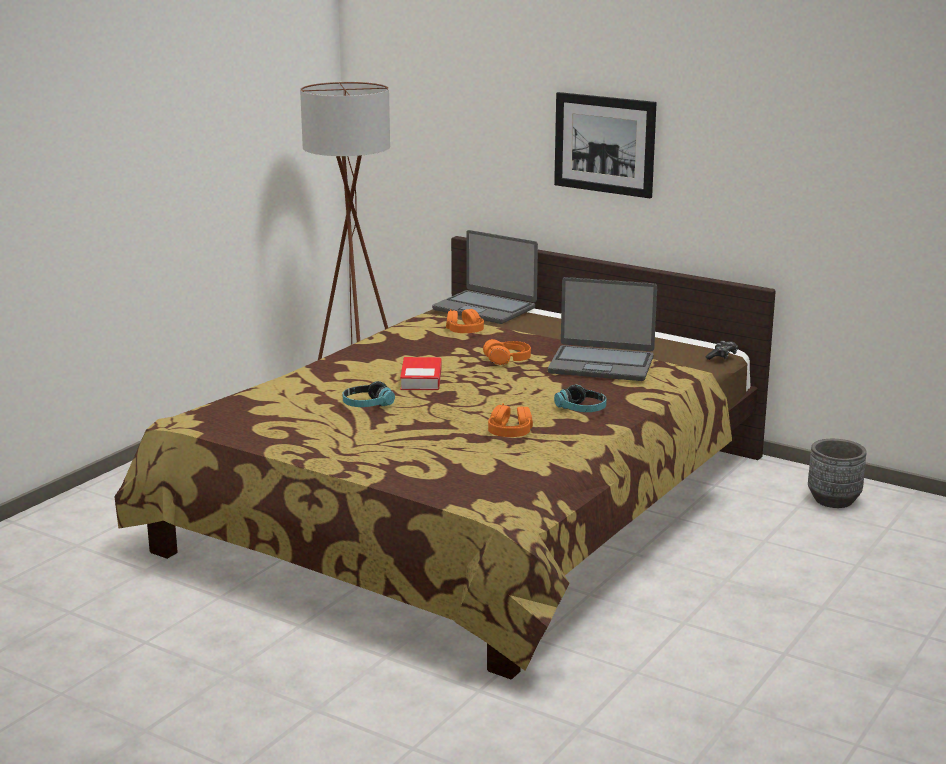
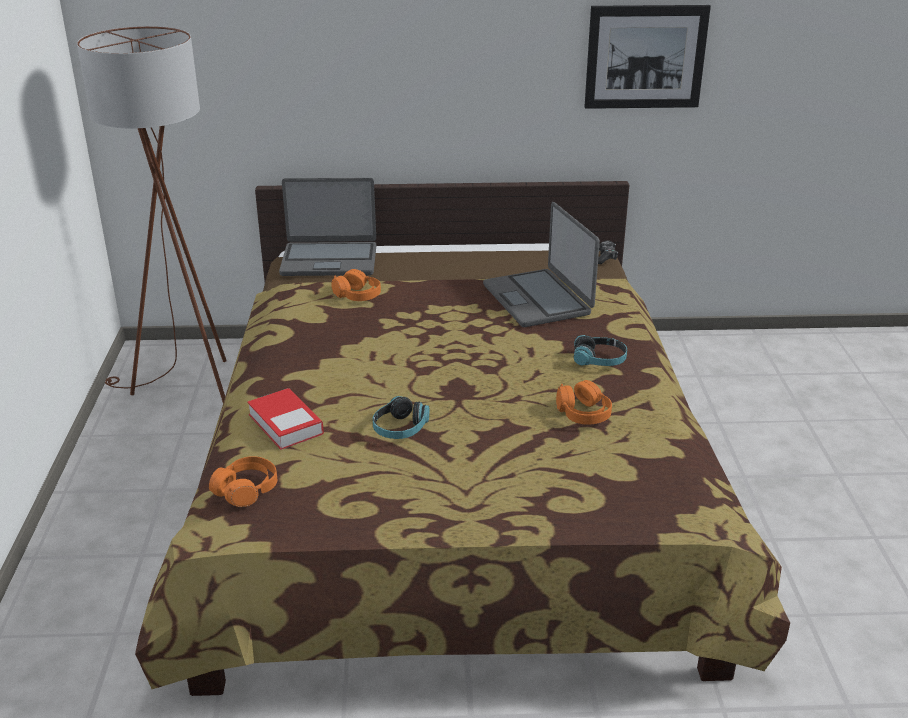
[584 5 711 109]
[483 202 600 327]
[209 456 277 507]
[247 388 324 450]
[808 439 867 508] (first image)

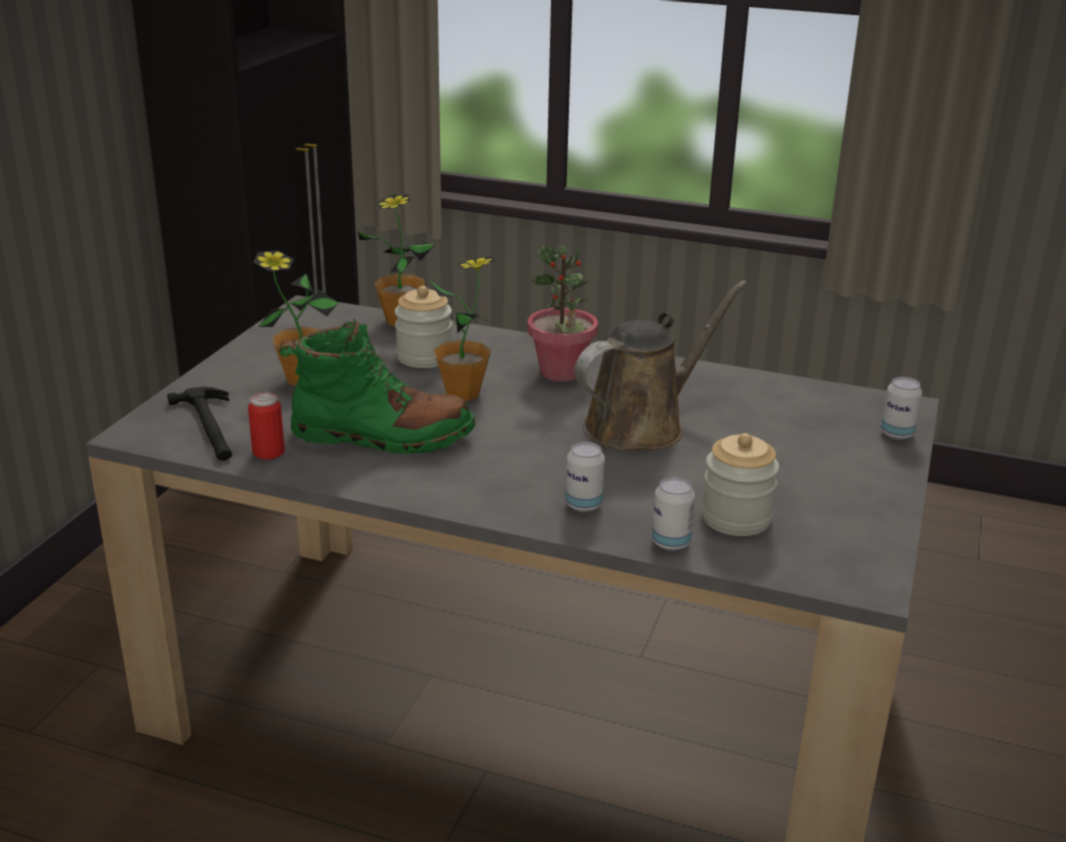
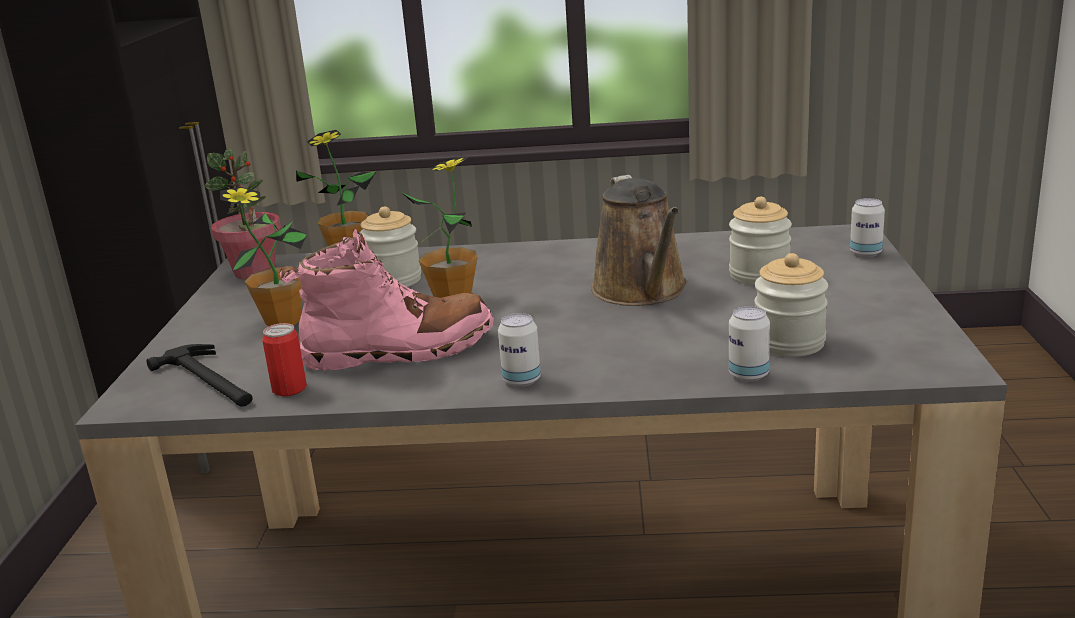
[205 149 281 280]
[591 175 687 306]
[279 229 494 373]
[498 313 541 387]
[729 197 792 285]

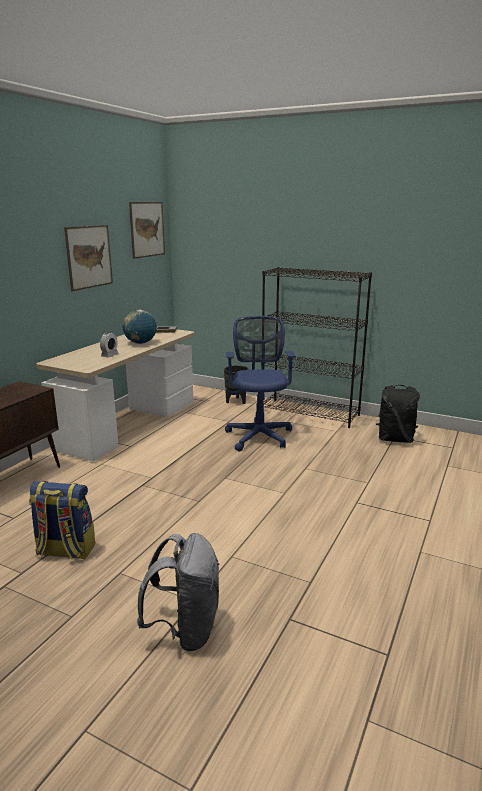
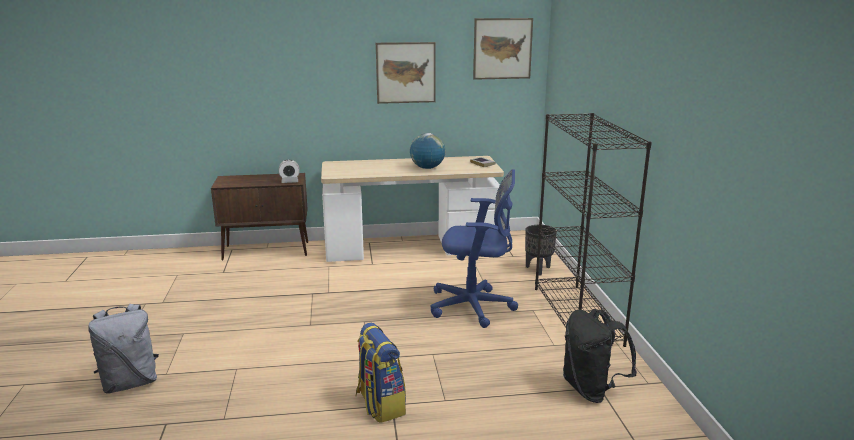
[431 169 518 328]
[278 160 300 183]
[355 323 406 423]

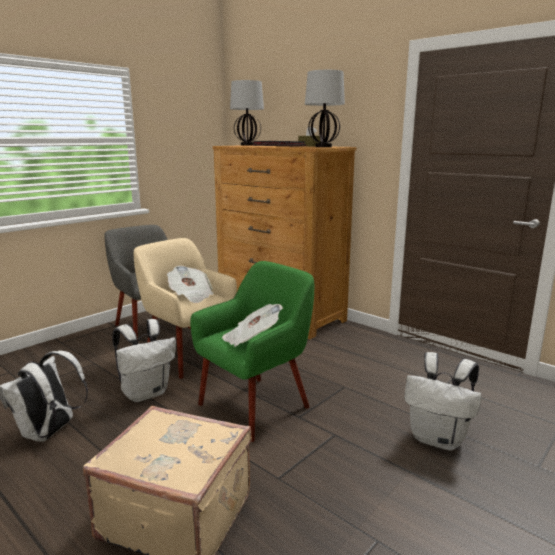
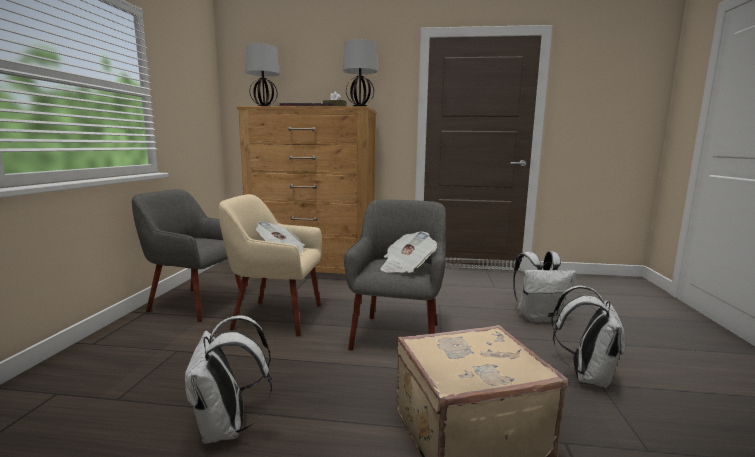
[344 199 446 351]
[551 286 625 388]

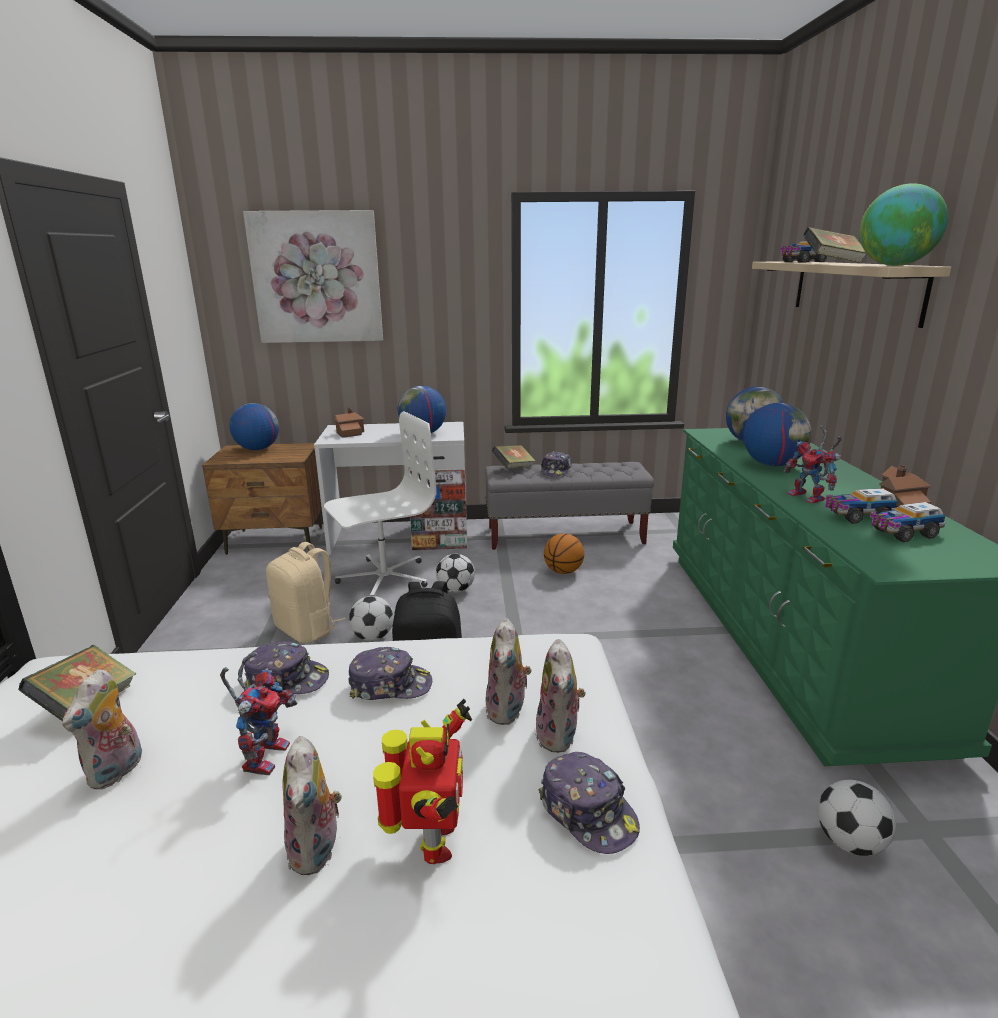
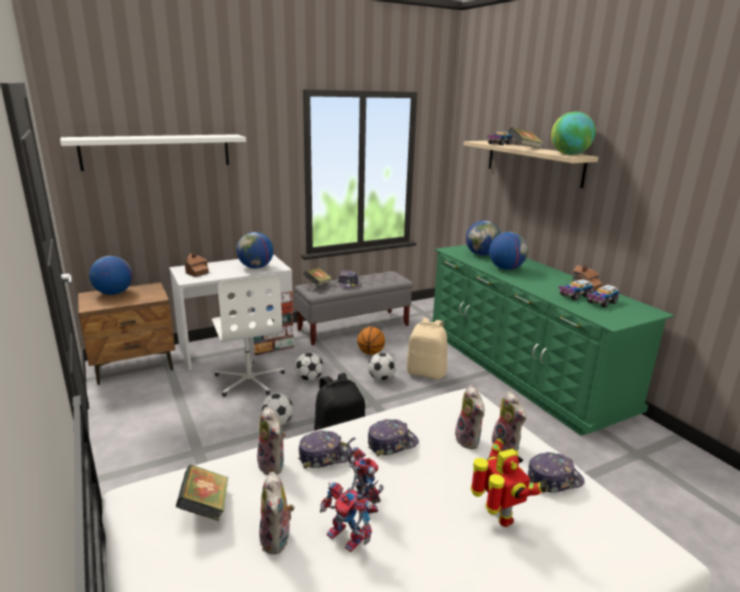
[60 134 246 171]
[212 274 285 397]
[320 463 373 552]
[407 318 447 379]
[257 407 286 475]
[528 452 585 493]
[368 353 396 381]

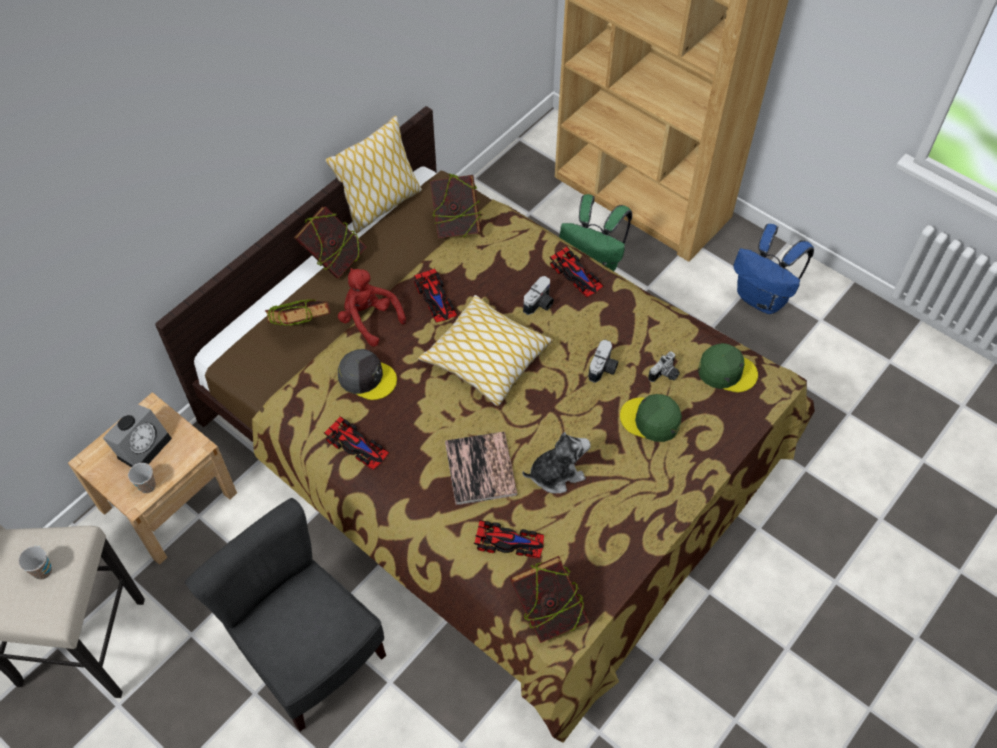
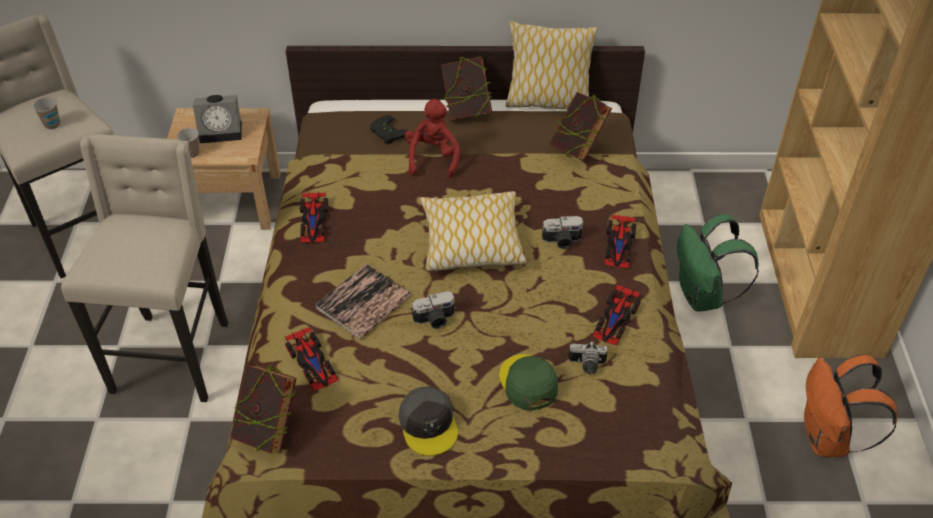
[804 355 897 457]
[592 285 641 345]
[370 115 409 144]
[412 291 455 329]
[698 343 758 392] (first image)
[399 386 458 456]
[522 432 591 493] (first image)
[61 134 228 402]

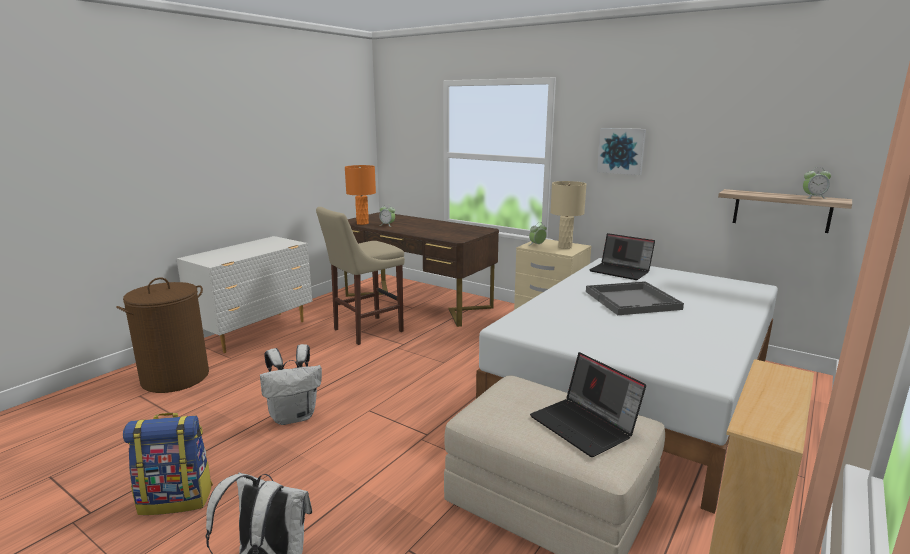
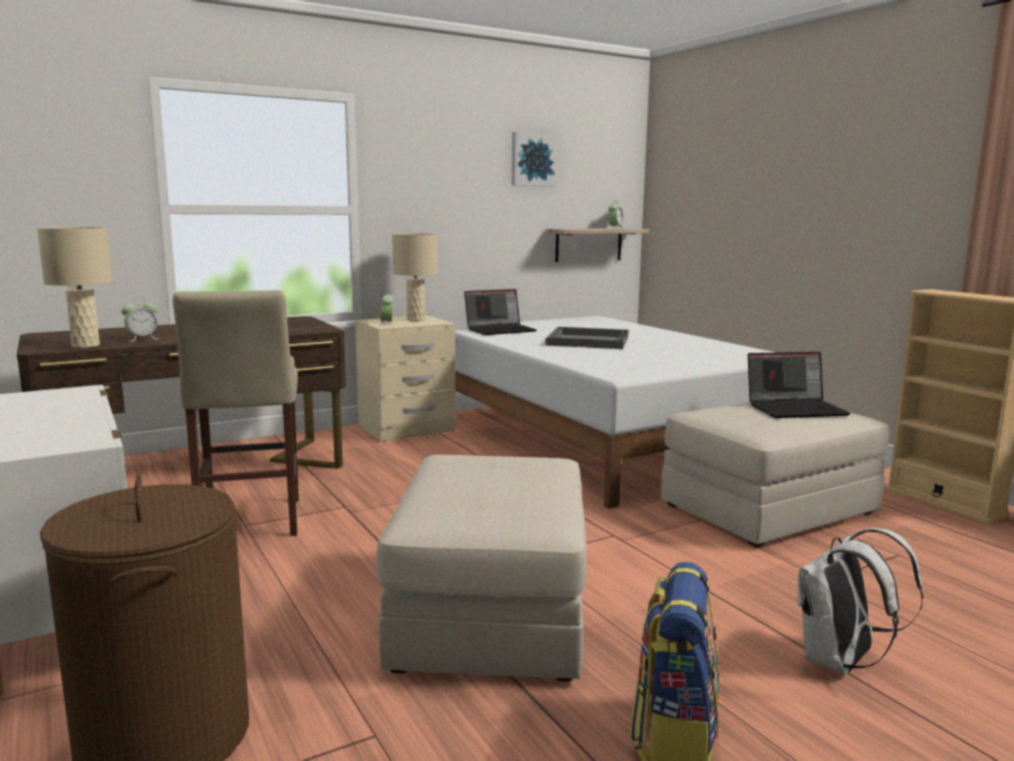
[512 132 559 186]
[37 227 113 348]
[376 455 587 682]

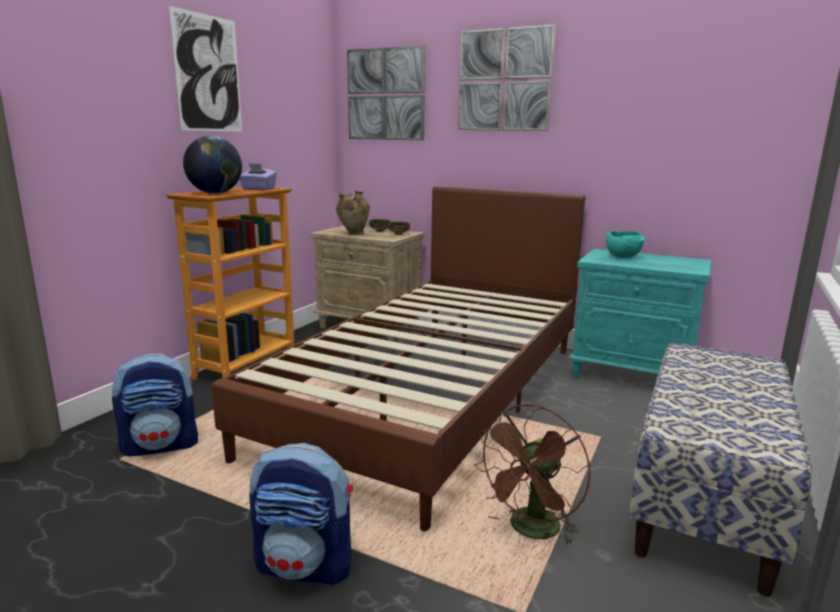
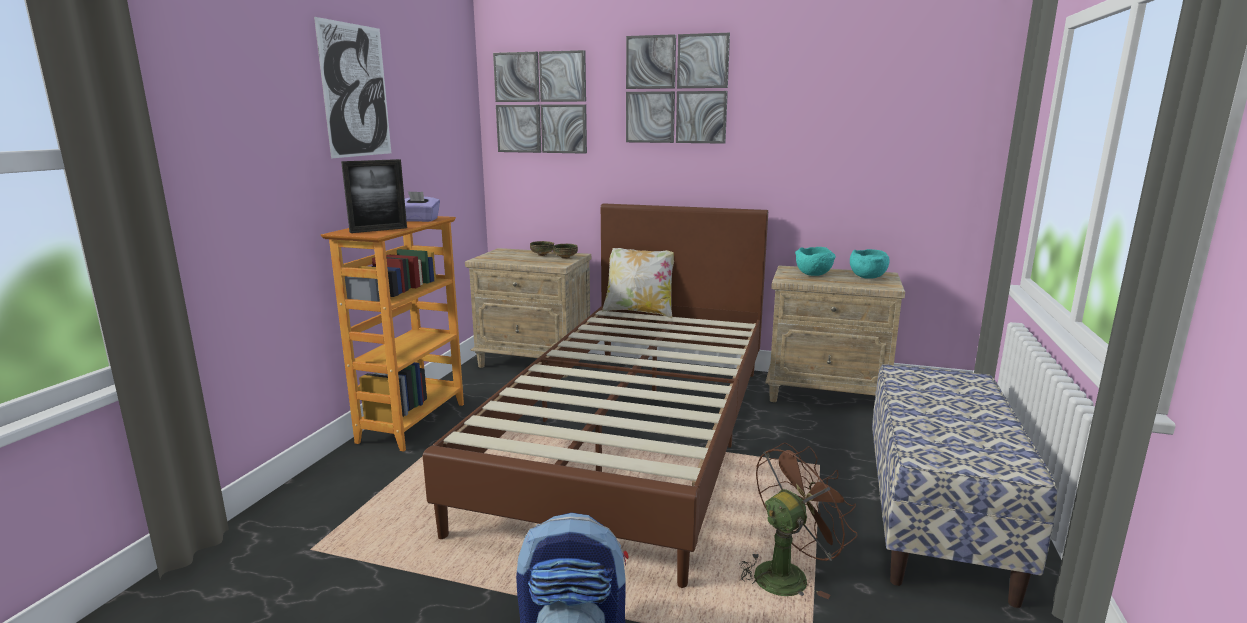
[341 159 407 233]
[336 191 370 235] (first image)
[765 265 905 402]
[112 354 198 456] (first image)
[740 443 857 599]
[602 248 674 318]
[850 249 890 279]

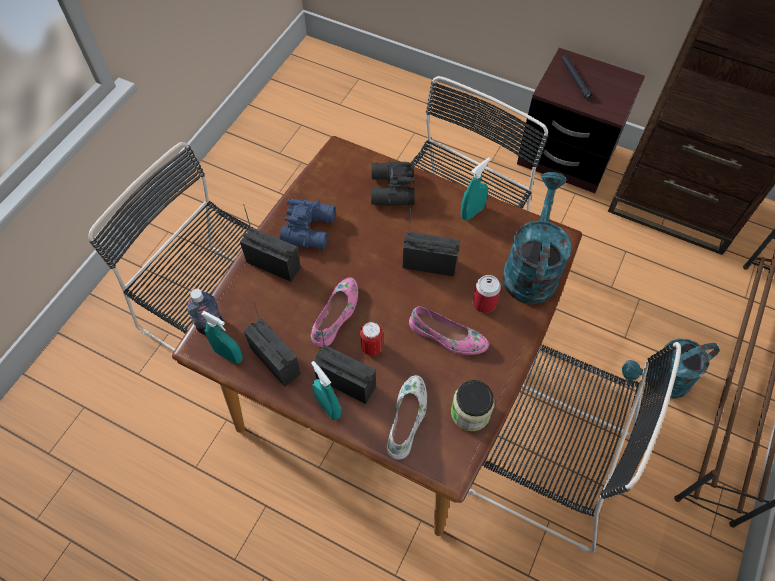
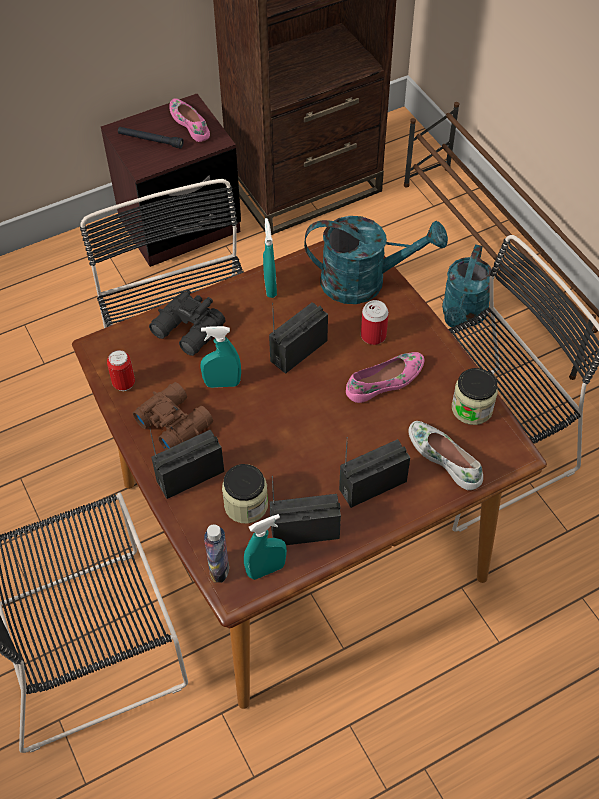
[304 216 448 304]
[133 382 213 450]
[169 98 210 142]
[107 350 135 391]
[200 326 241 388]
[222 464 268 523]

